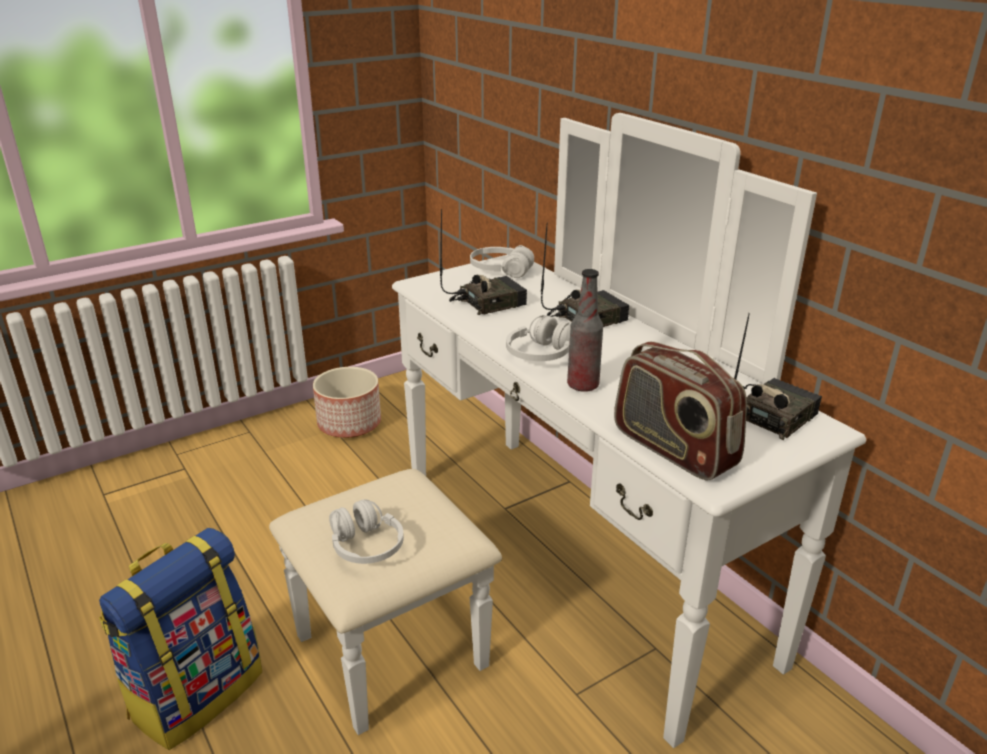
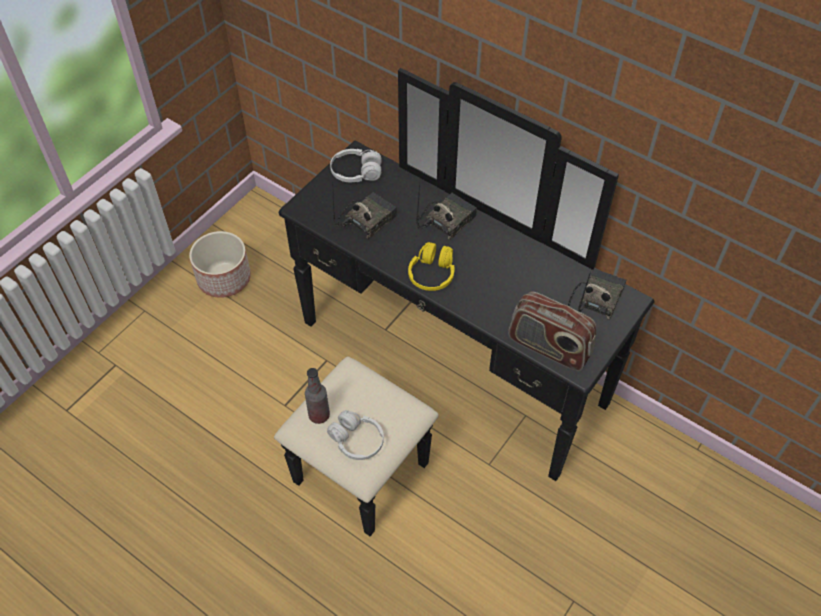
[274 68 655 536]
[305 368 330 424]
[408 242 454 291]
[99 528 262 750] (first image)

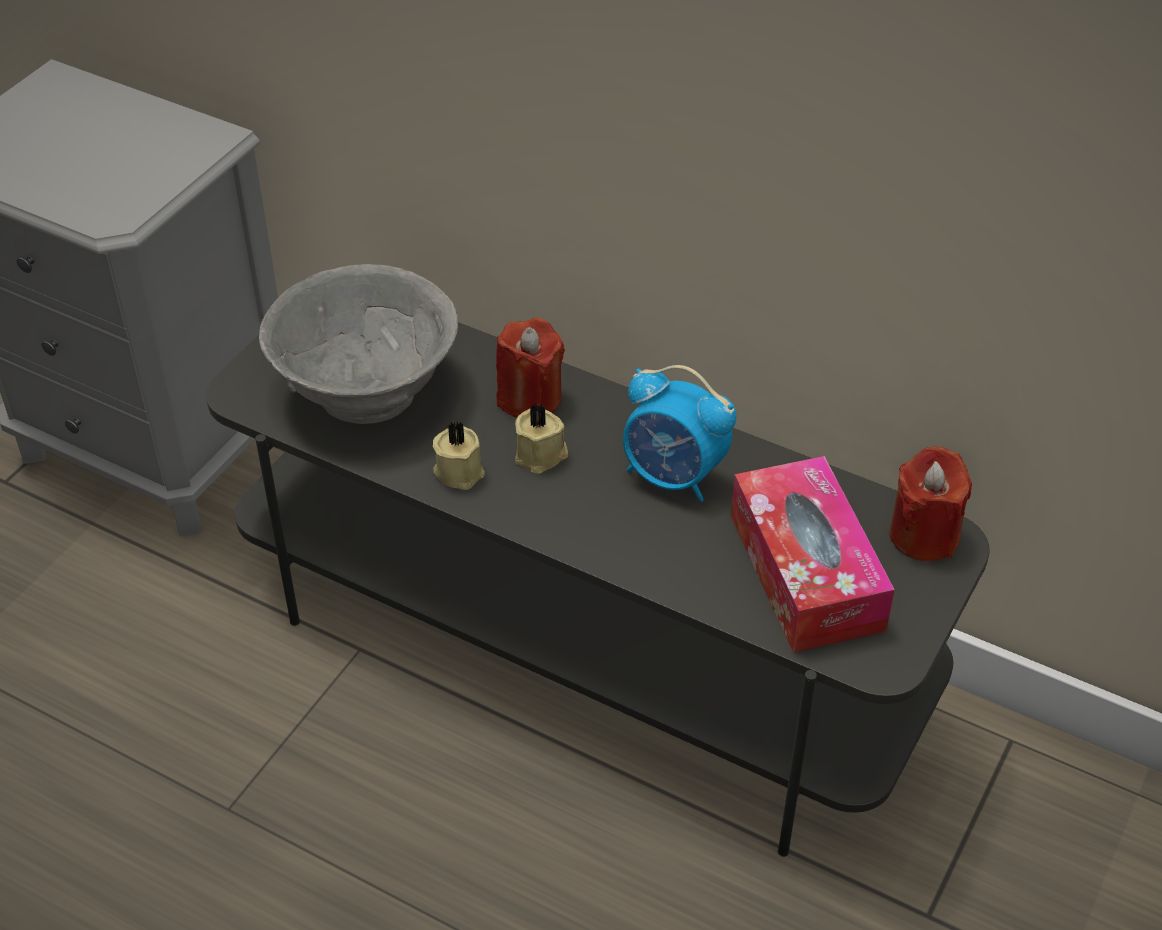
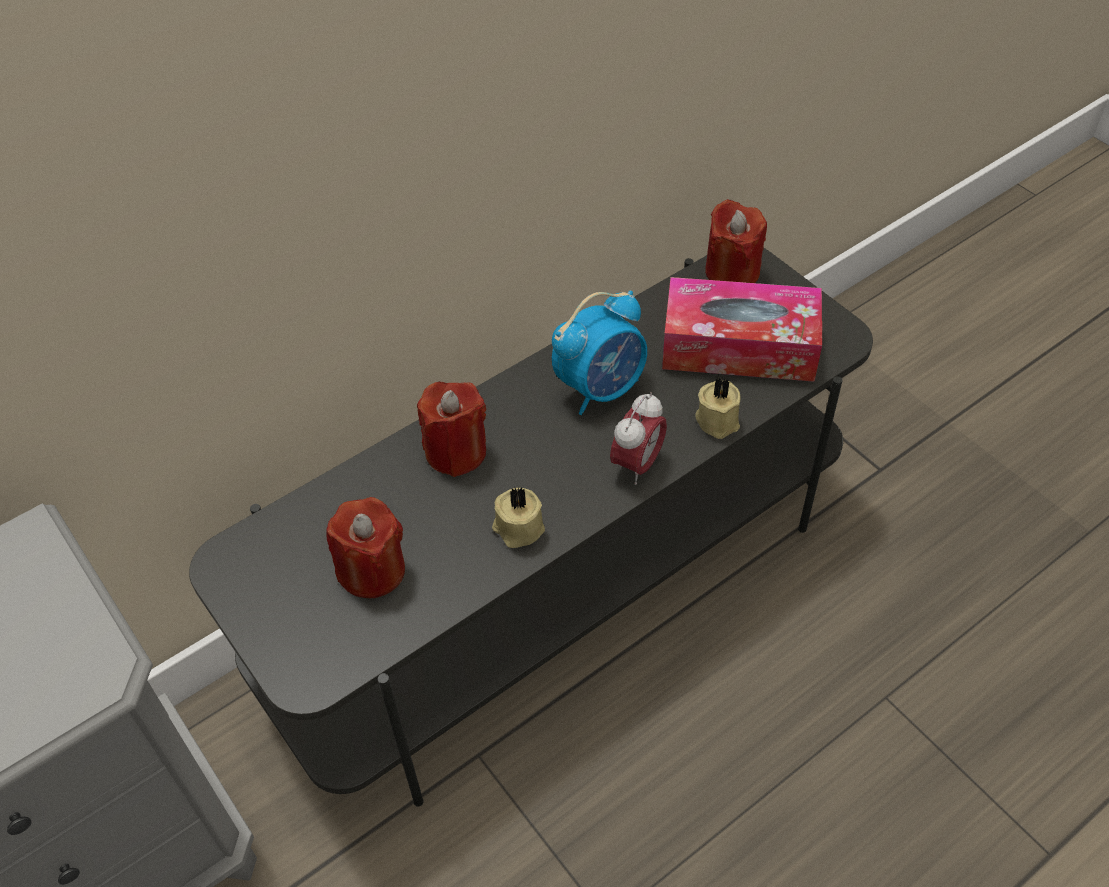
[326 497 405 598]
[695 378 740 439]
[610 392 667 485]

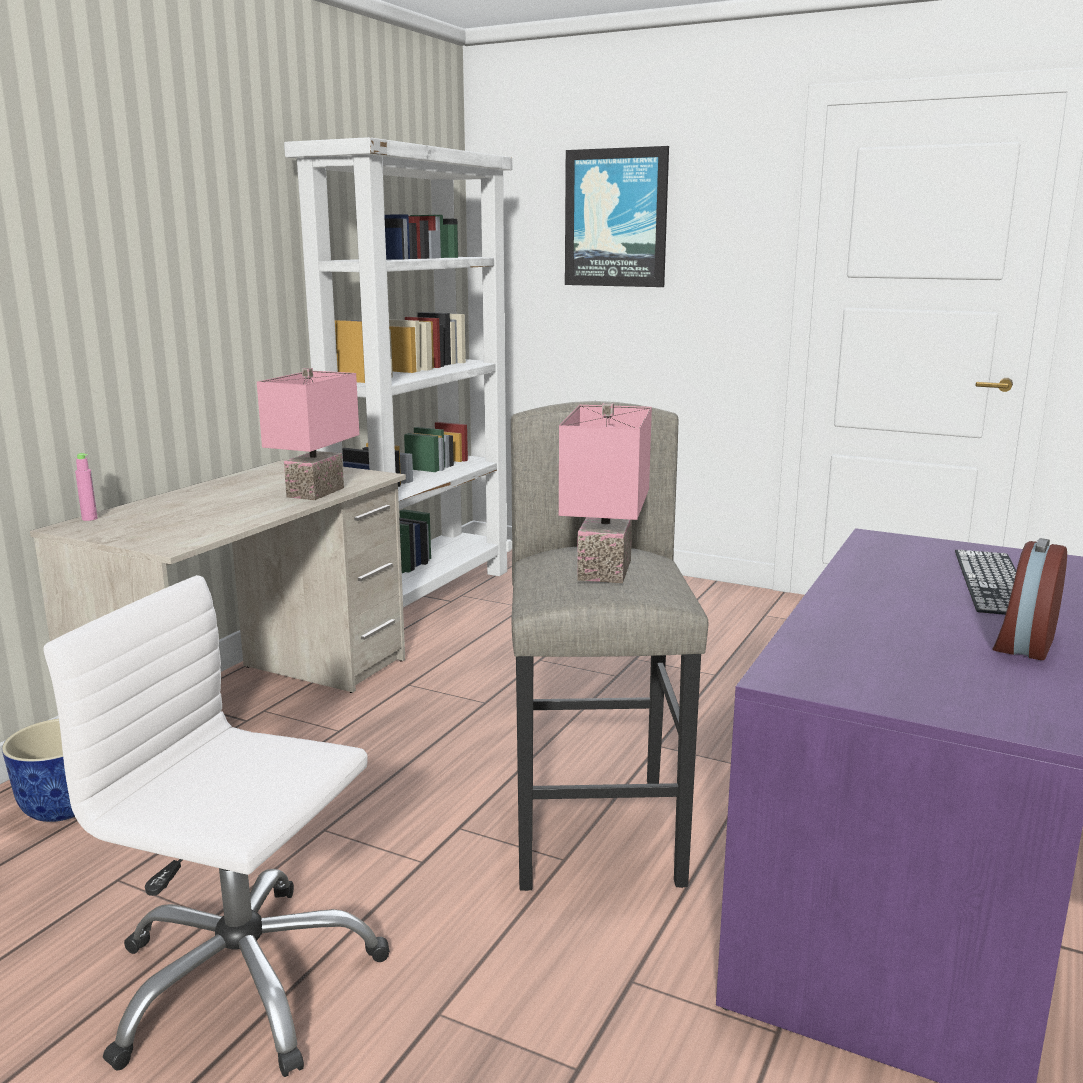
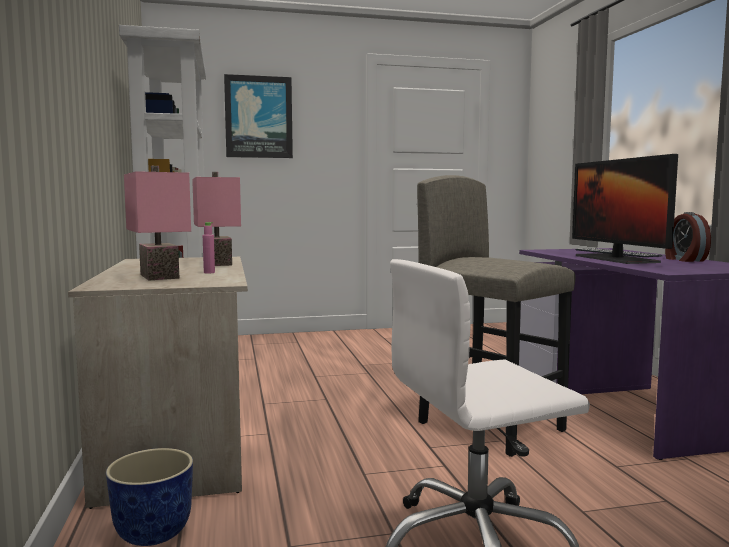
[124 166 191 280]
[203 222 215 273]
[572 154 678 264]

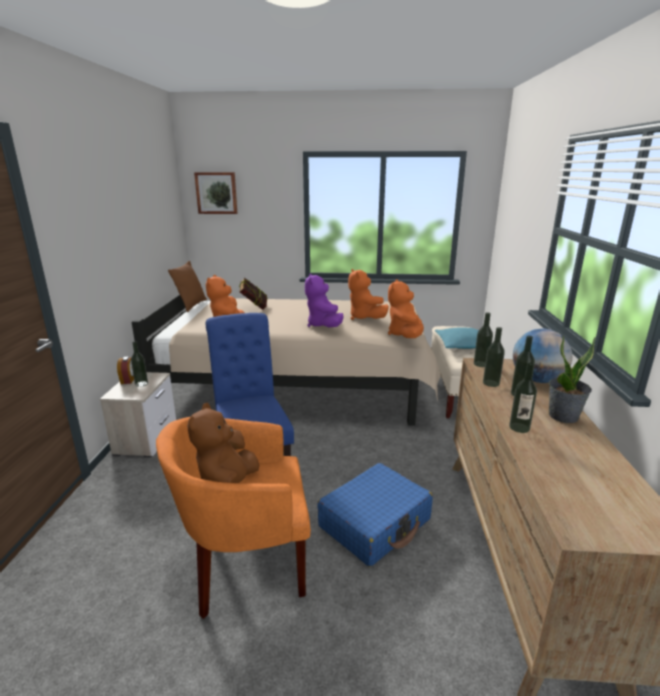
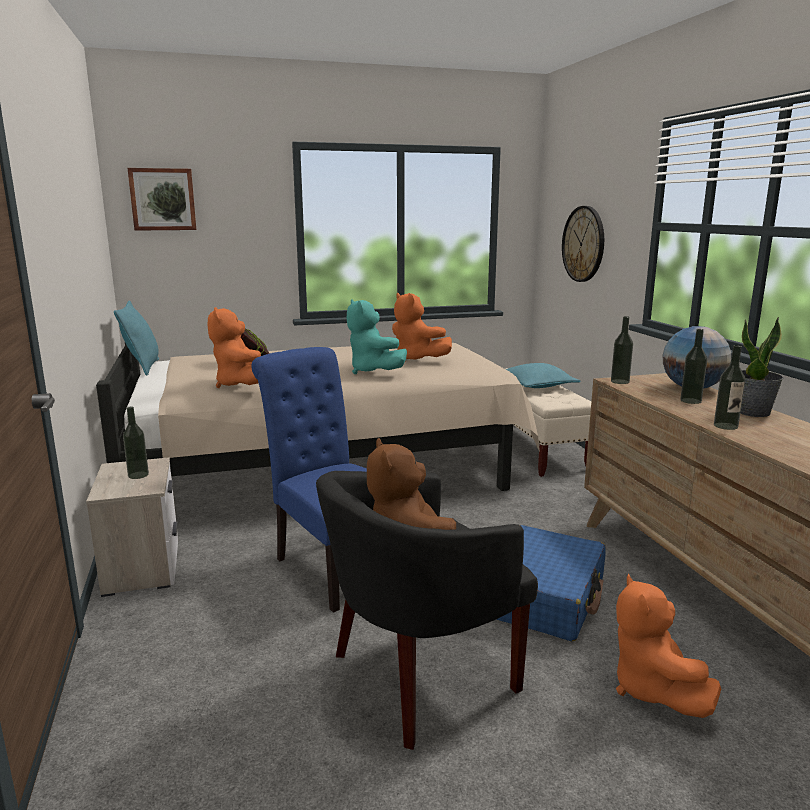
[114 301 159 376]
[347 299 407 374]
[616 574 721 718]
[483 327 505 387] (first image)
[117 357 134 384] (first image)
[316 471 538 750]
[562 206 604 282]

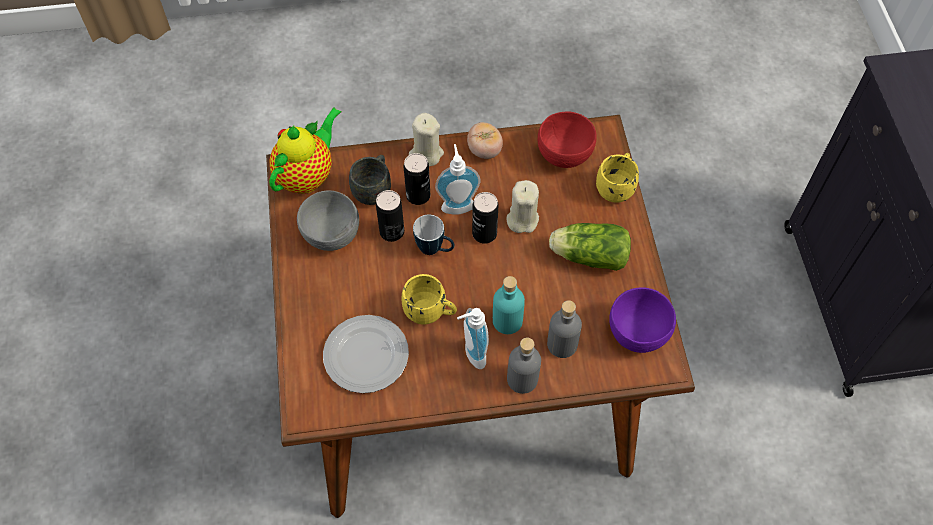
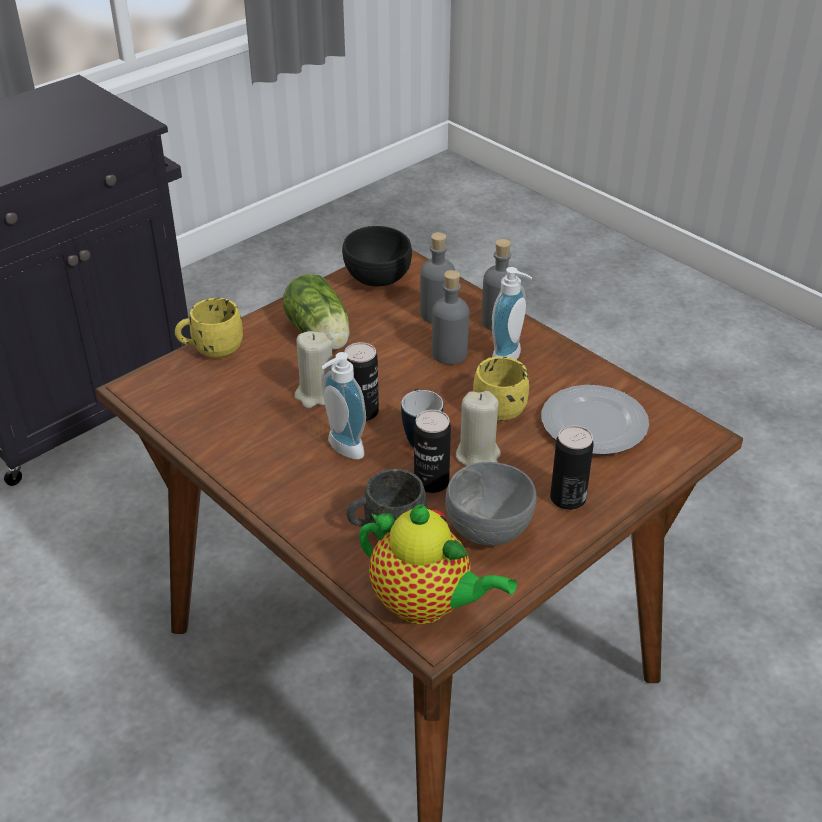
[359 504 517 624]
[538 112 597 168] (first image)
[456 391 501 466]
[467 122 503 159] (first image)
[550 425 594 510]
[432 270 469 365]
[342 226 412 286]

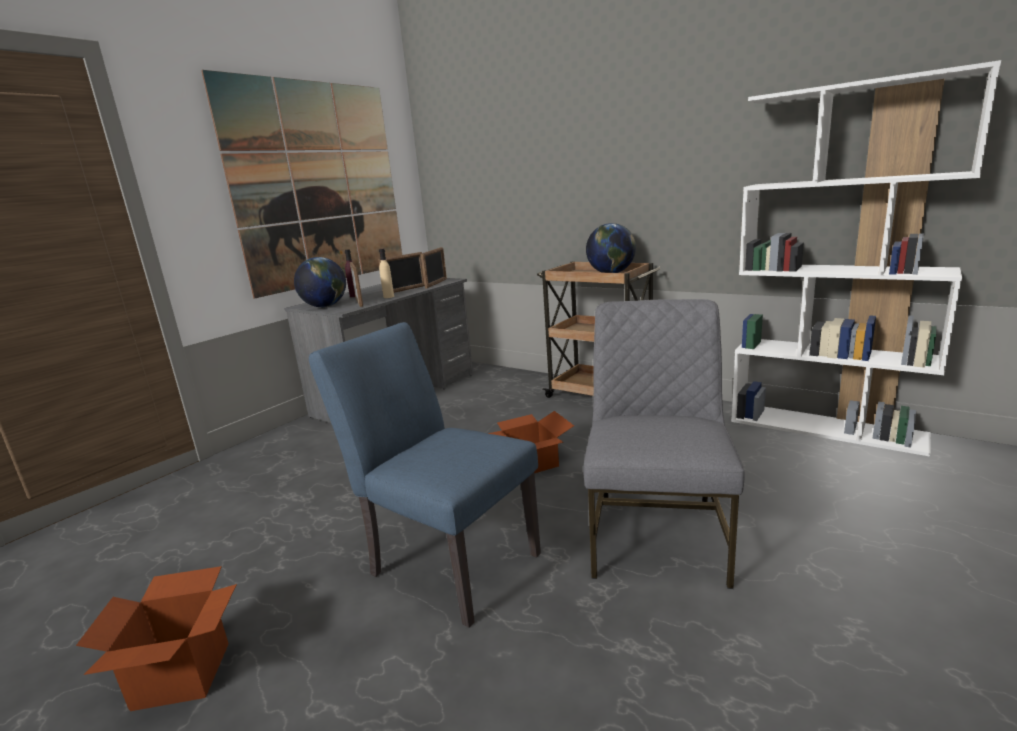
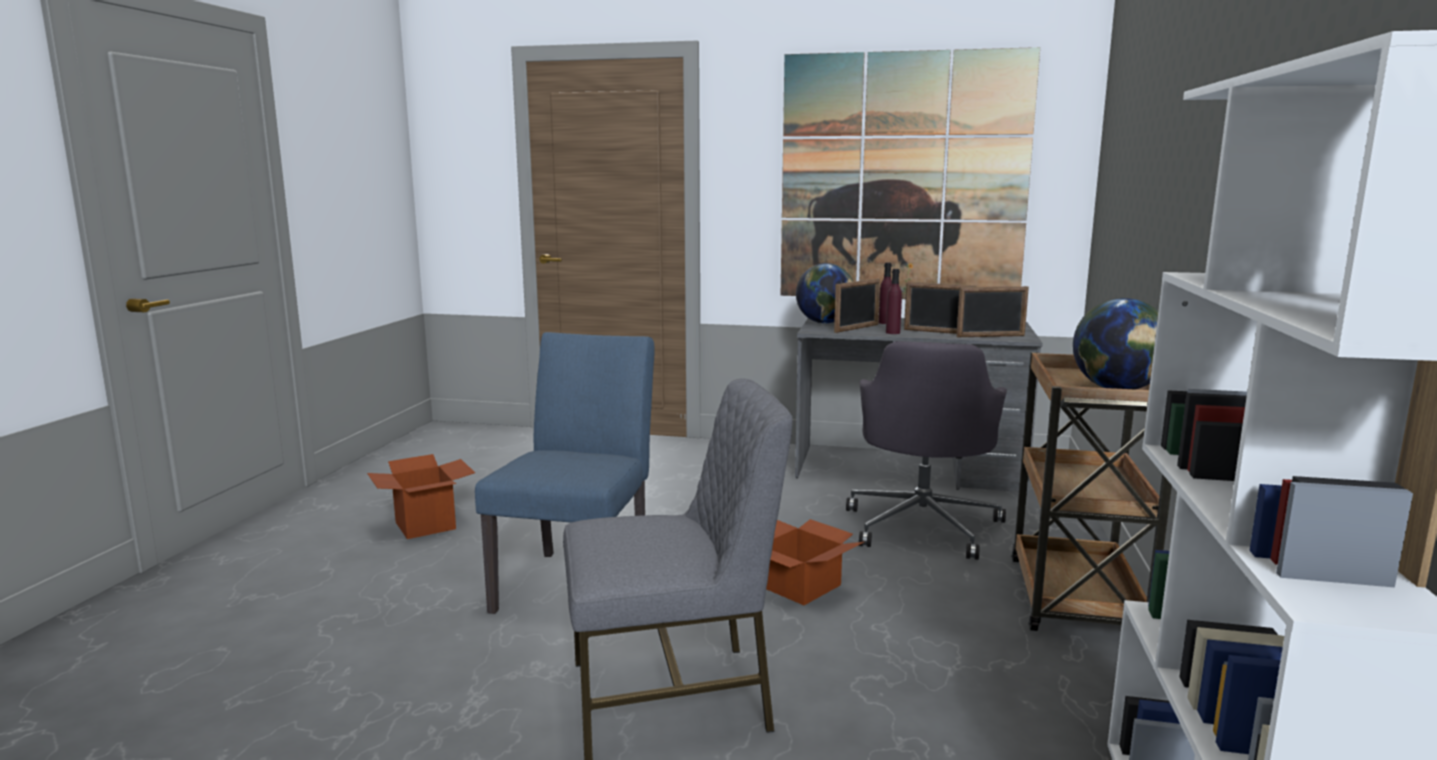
[886 269 902 334]
[846 341 1007 560]

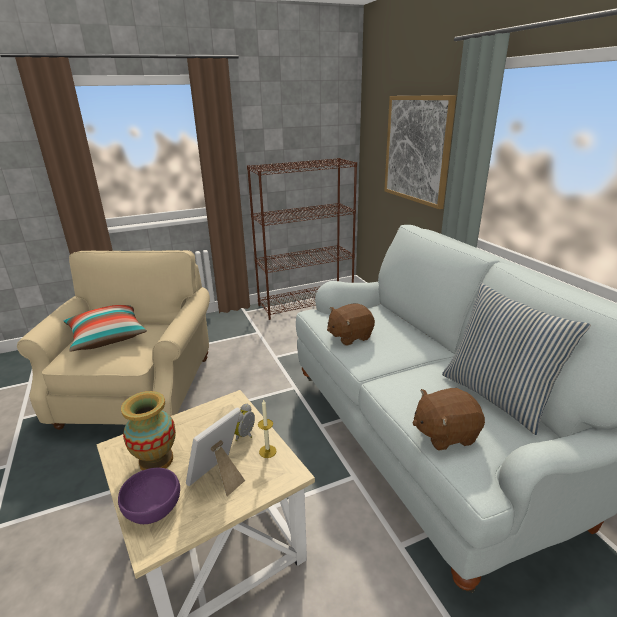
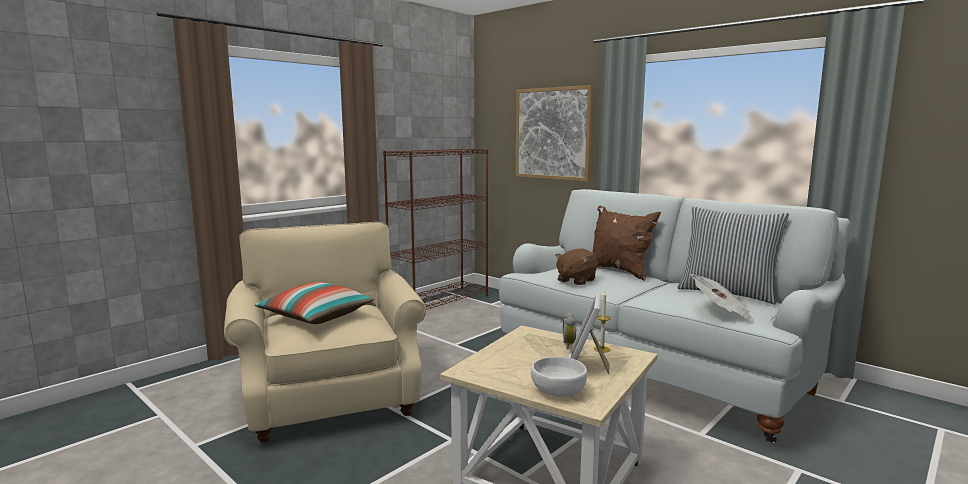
[691 274 753 320]
[121 391 176 470] (first image)
[531 357 587 397]
[592 206 661 281]

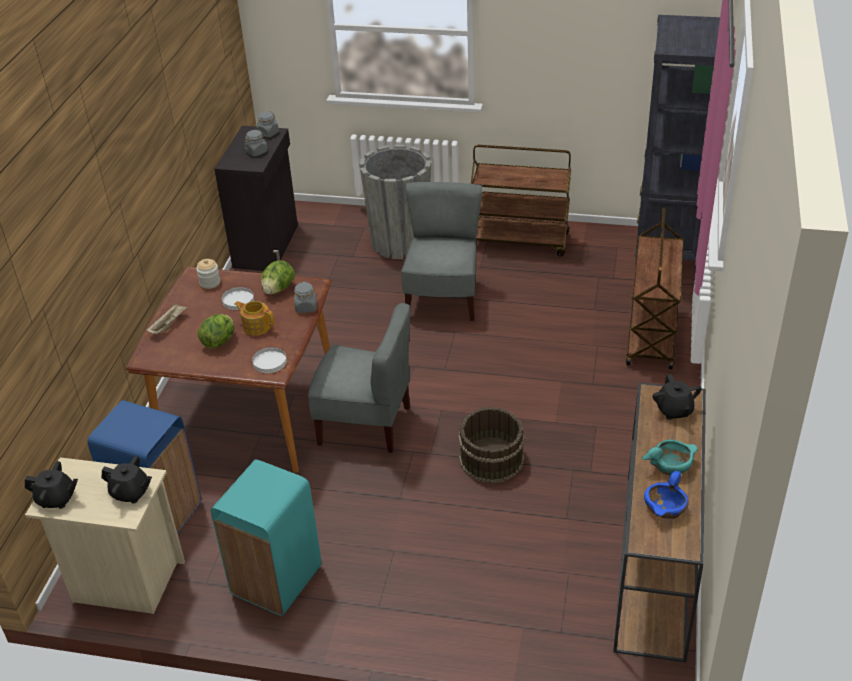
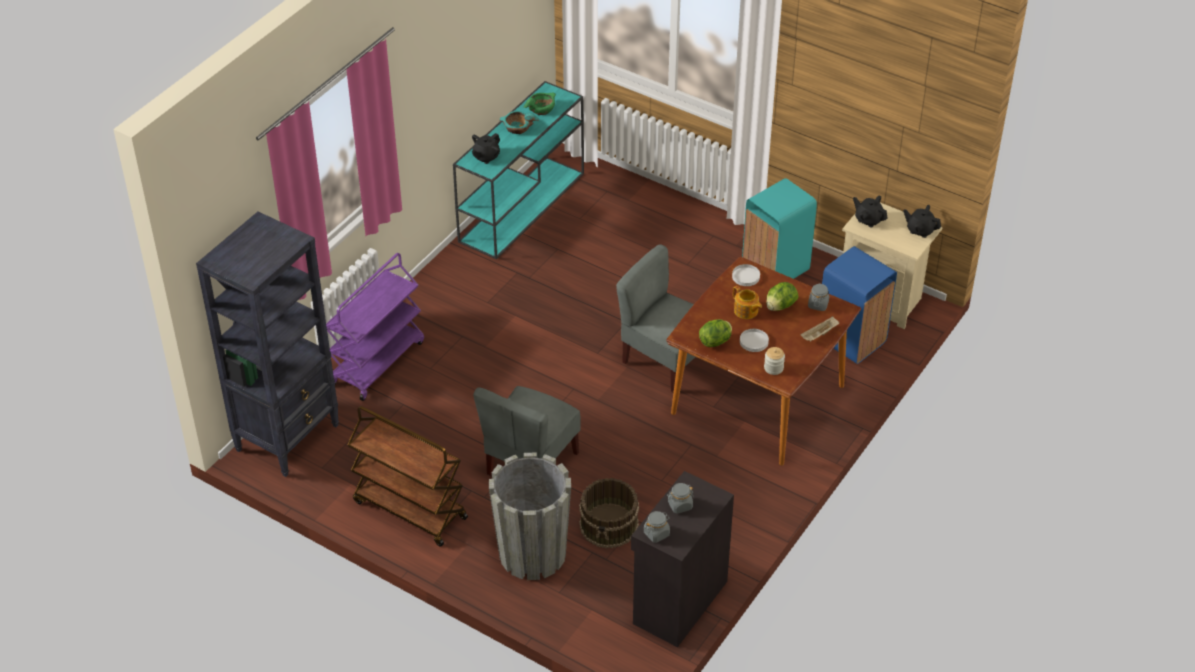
[326 253 424 401]
[808 284 829 311]
[472 133 500 164]
[453 81 584 259]
[579 478 639 548]
[524 92 556 115]

